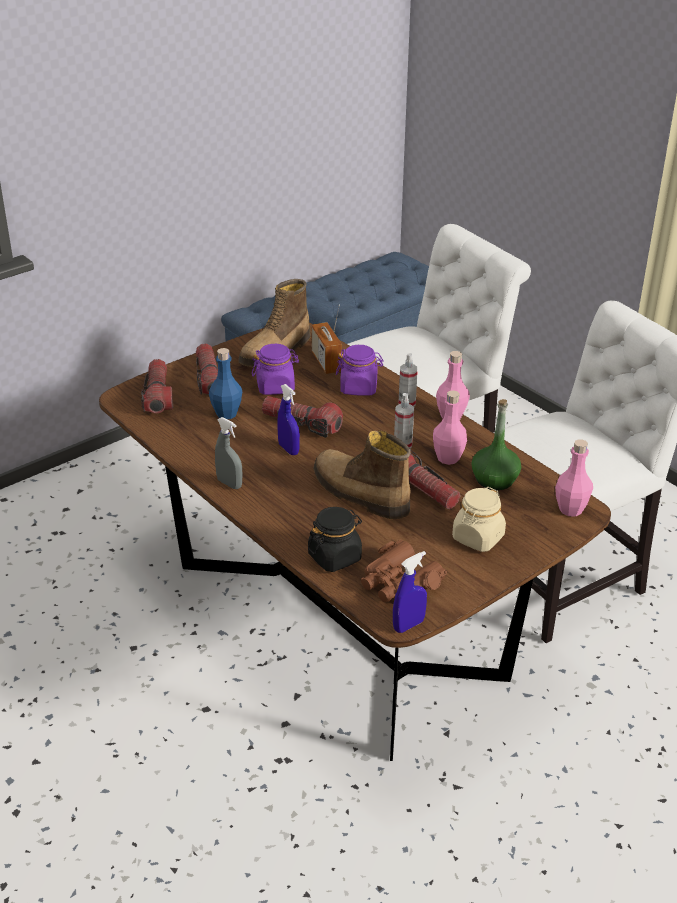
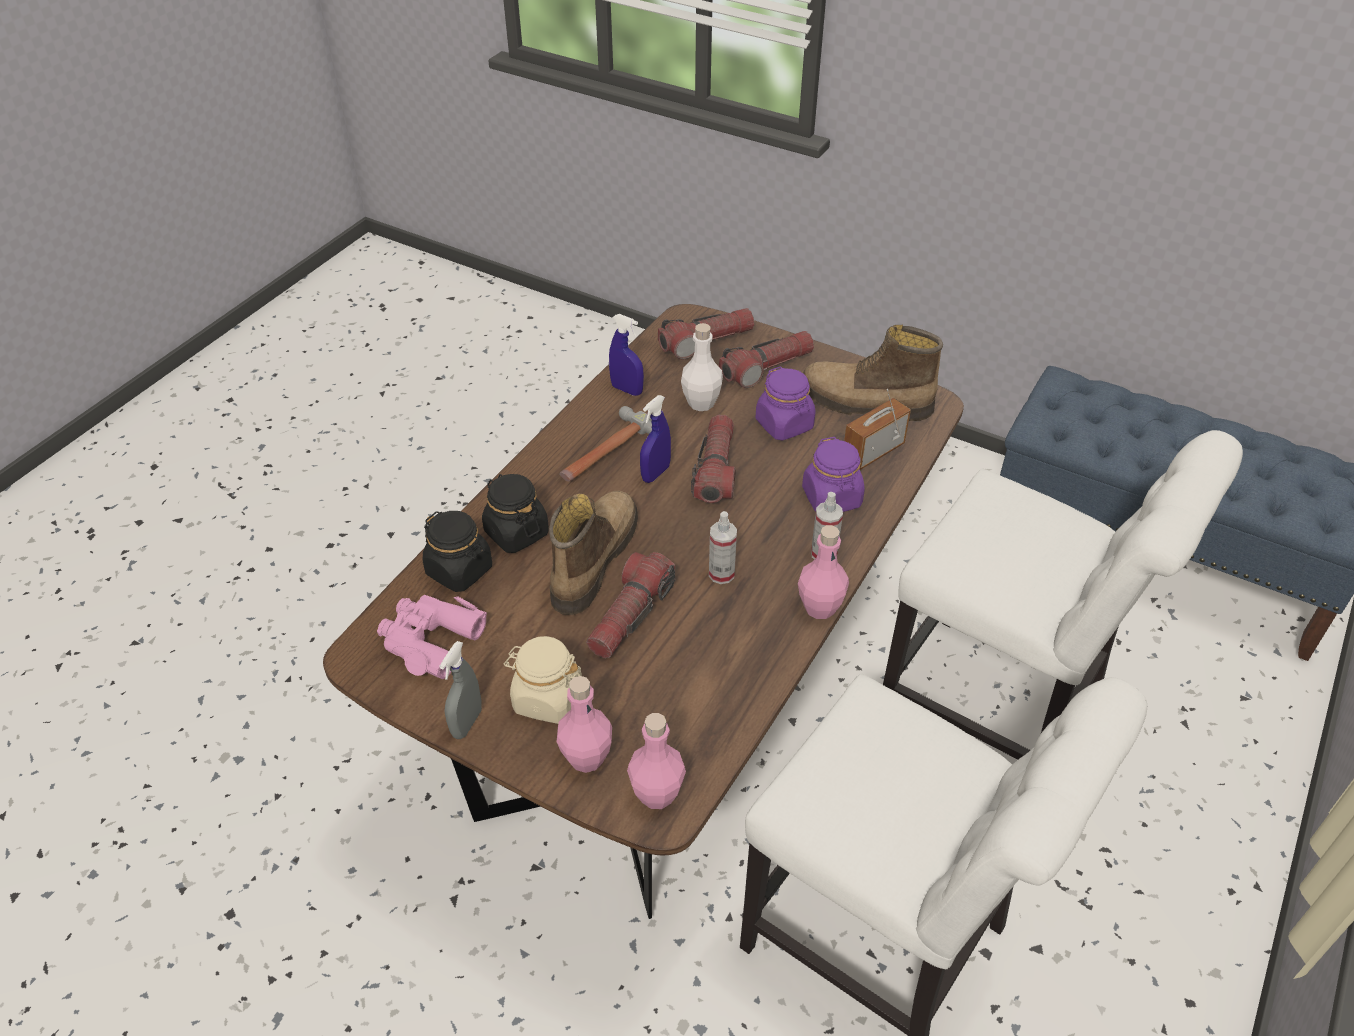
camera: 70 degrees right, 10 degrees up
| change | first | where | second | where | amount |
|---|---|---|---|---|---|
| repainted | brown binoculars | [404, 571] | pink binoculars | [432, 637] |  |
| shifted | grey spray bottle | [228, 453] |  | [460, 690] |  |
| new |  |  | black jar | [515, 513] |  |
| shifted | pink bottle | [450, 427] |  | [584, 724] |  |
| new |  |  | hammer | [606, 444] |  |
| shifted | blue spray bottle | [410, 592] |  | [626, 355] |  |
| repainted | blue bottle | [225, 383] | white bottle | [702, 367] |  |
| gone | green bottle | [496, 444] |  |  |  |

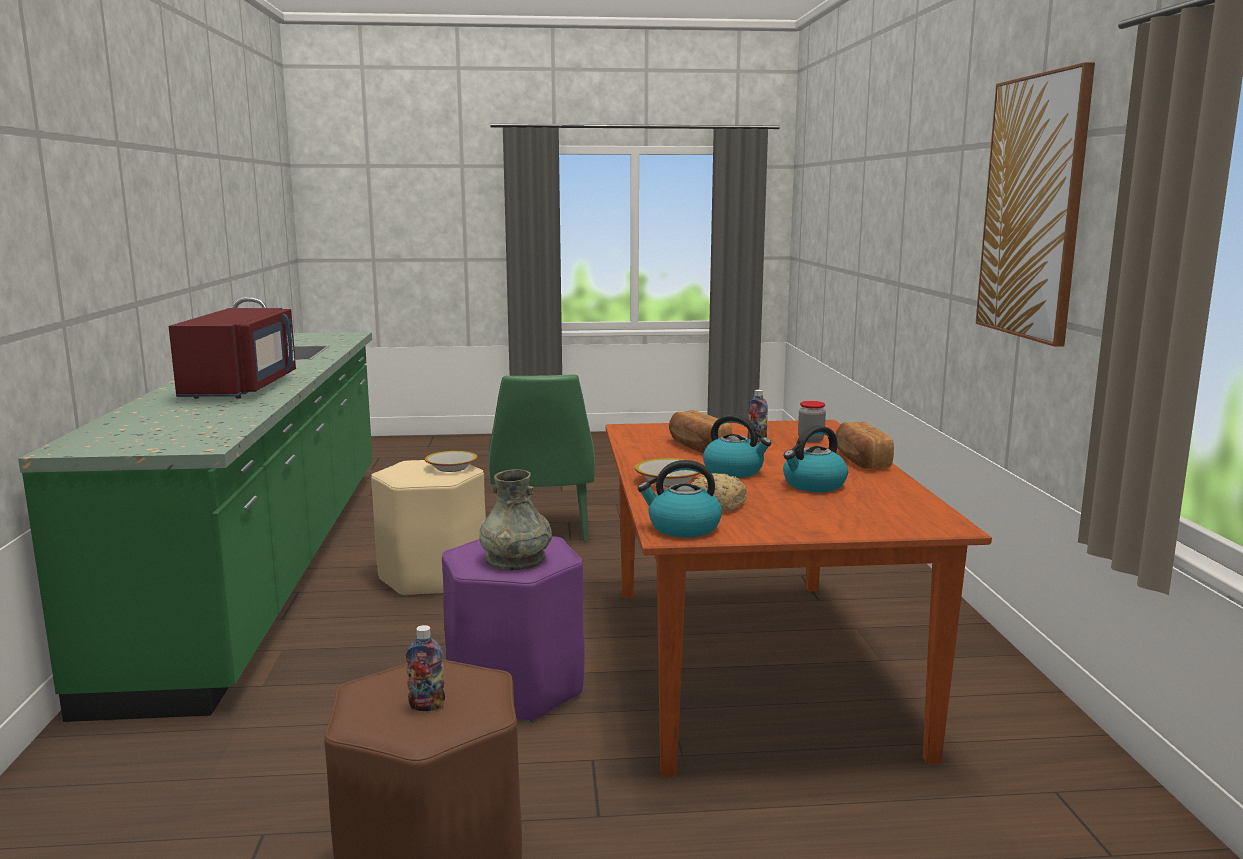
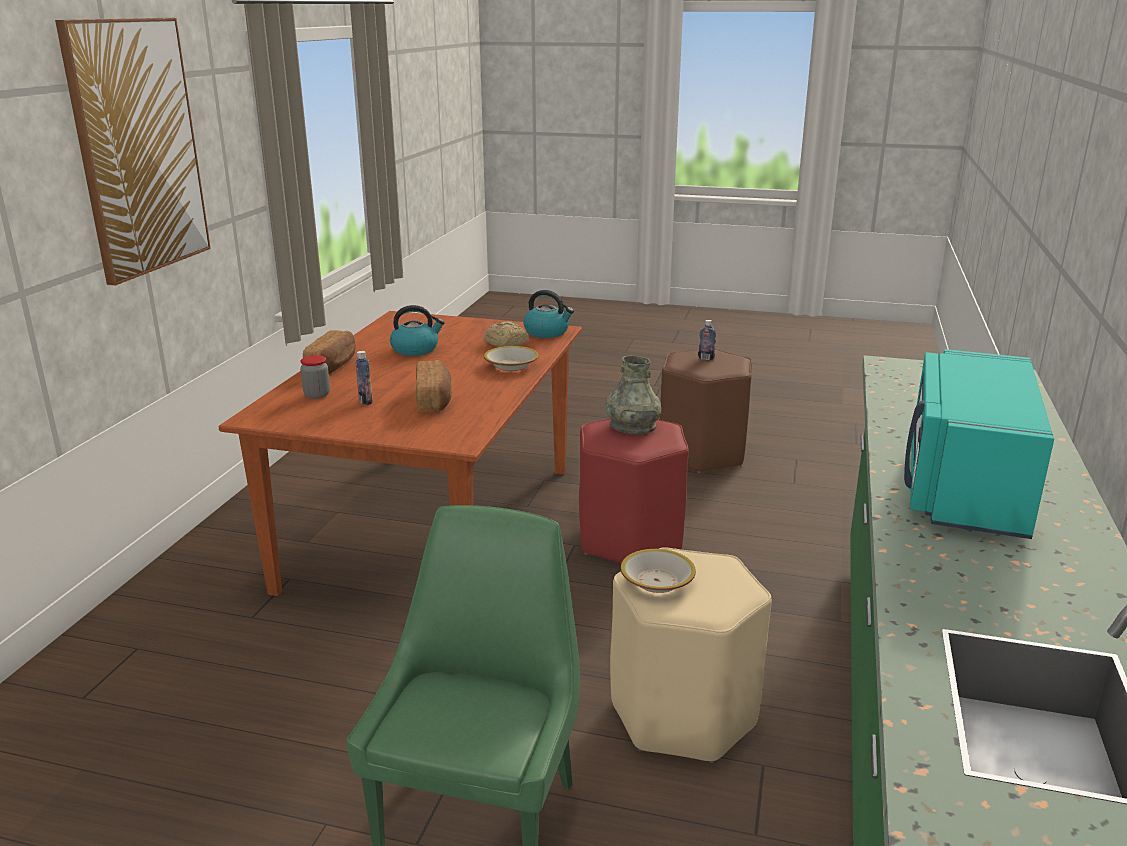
camera: 160 degrees left, 10 degrees up
| change | first | where | second | where | amount |
|---|---|---|---|---|---|
| repainted | purple stool | [513, 629] | red stool | [634, 490] |  |
| repainted | red microwave | [232, 353] | turquoise microwave | [979, 444] |  |
| gone | kettle | [737, 446] |  |  |  |

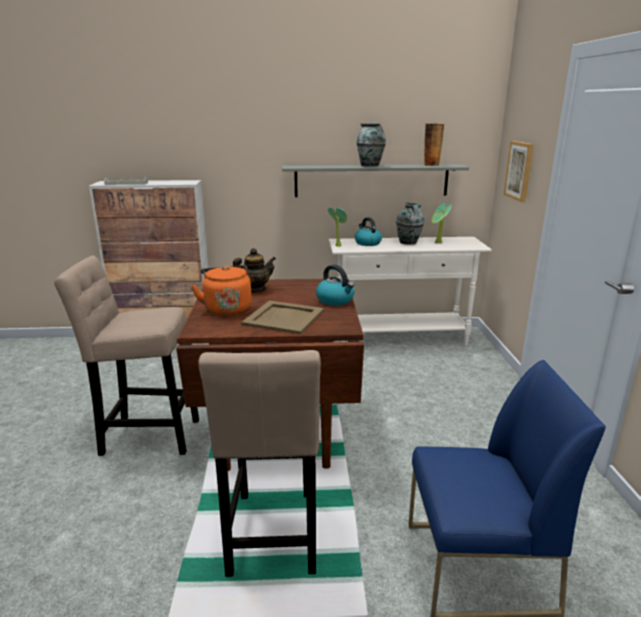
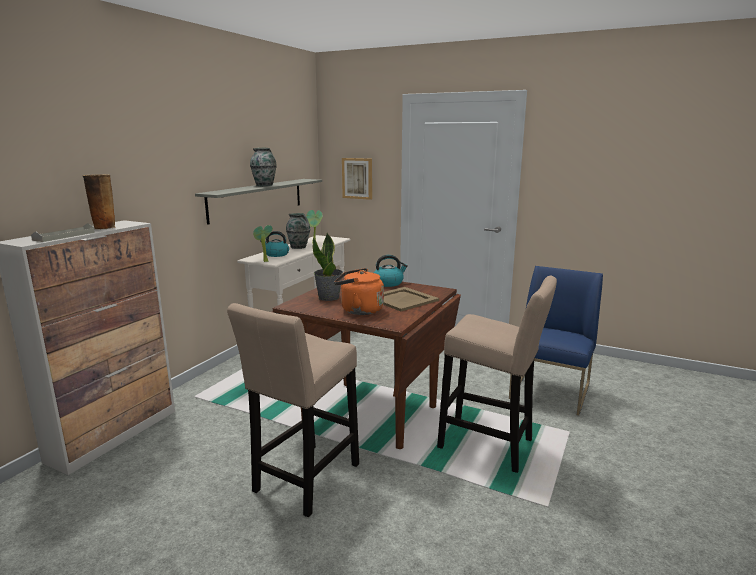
camera: 60 degrees left, 5 degrees down
| change | first | where | second | where | amount |
|---|---|---|---|---|---|
| shifted | vase | [434, 145] |  | [99, 201] |  |
| swapped | teapot | [254, 270] | potted plant | [328, 266] |  |

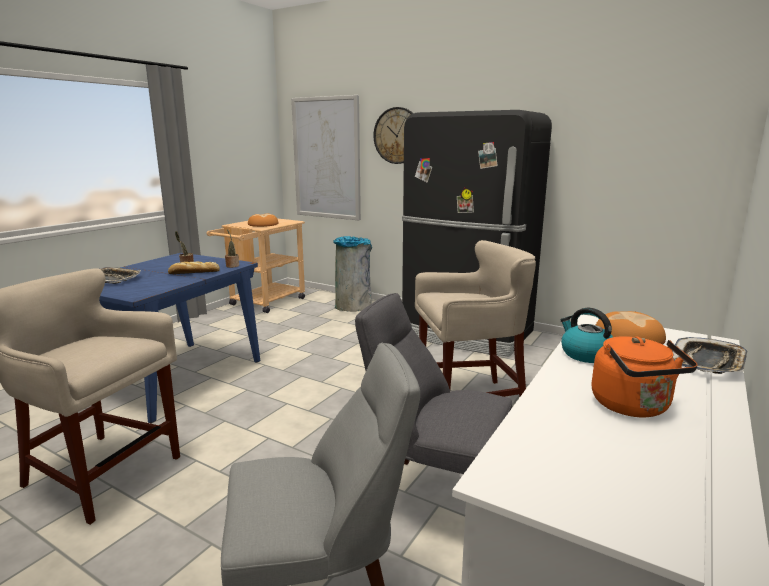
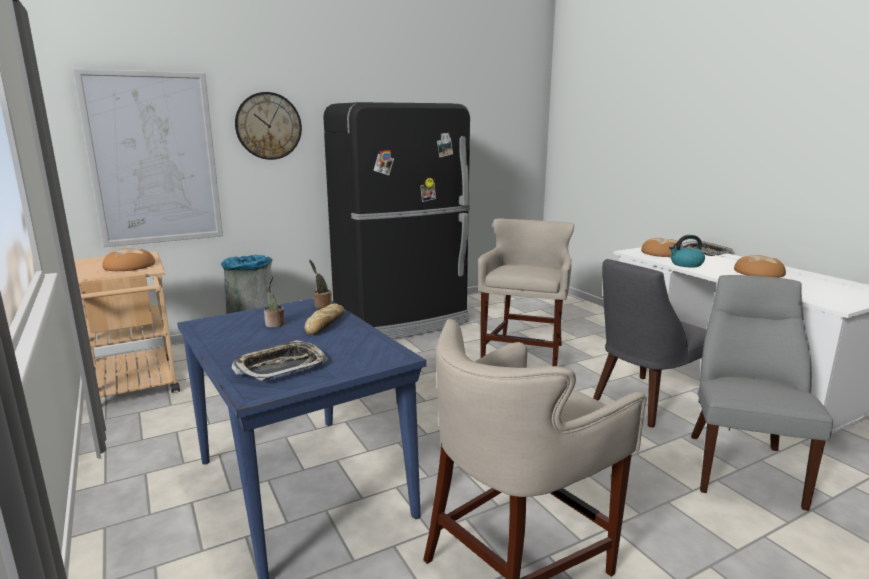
camera: 60 degrees left, 0 degrees up
| change | first | where | second | where | amount |
|---|---|---|---|---|---|
| swapped | orange kettle | [644, 376] | bread | [760, 266] |  |

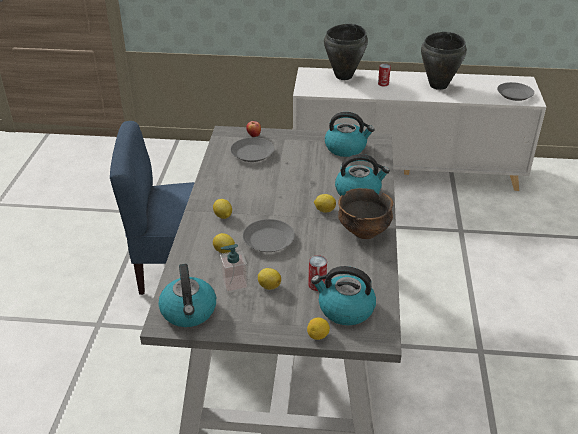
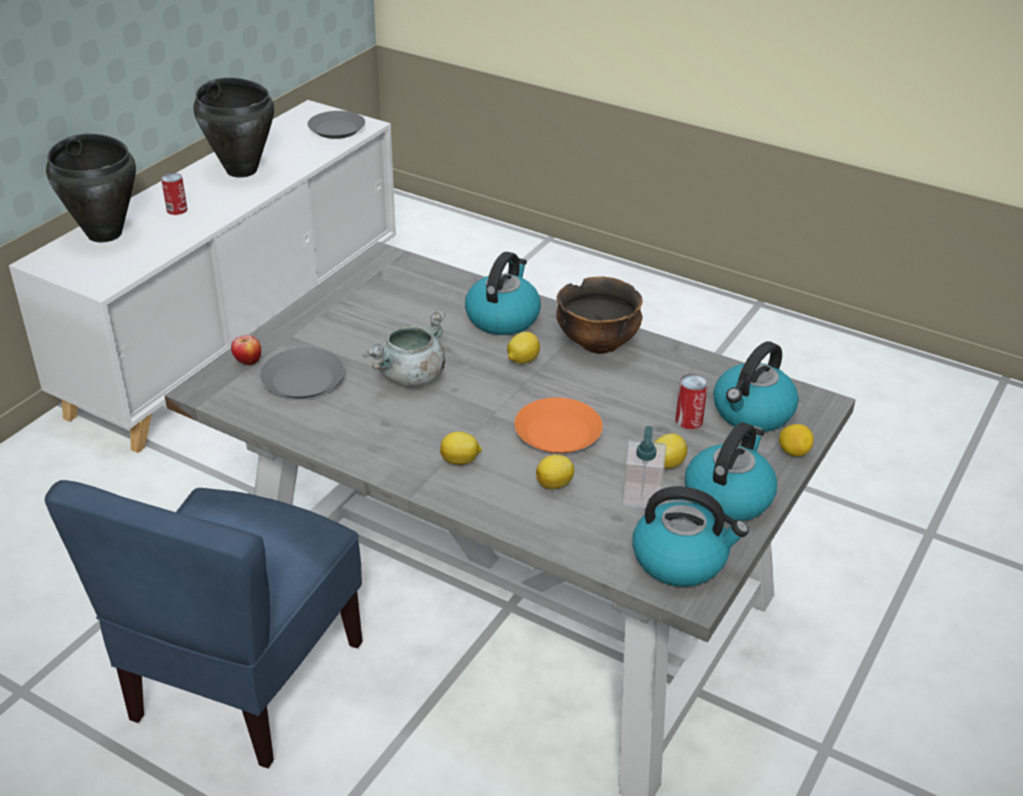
camera: 65 degrees left, 0 degrees up
| change | first | where | second | where | amount |
|---|---|---|---|---|---|
| new |  |  | grey cooking pot | [406, 348] |  |
| repainted | grey plate | [269, 235] | orange plate | [558, 425] |  |
| shifted | kettle | [349, 134] |  | [731, 471] |  |

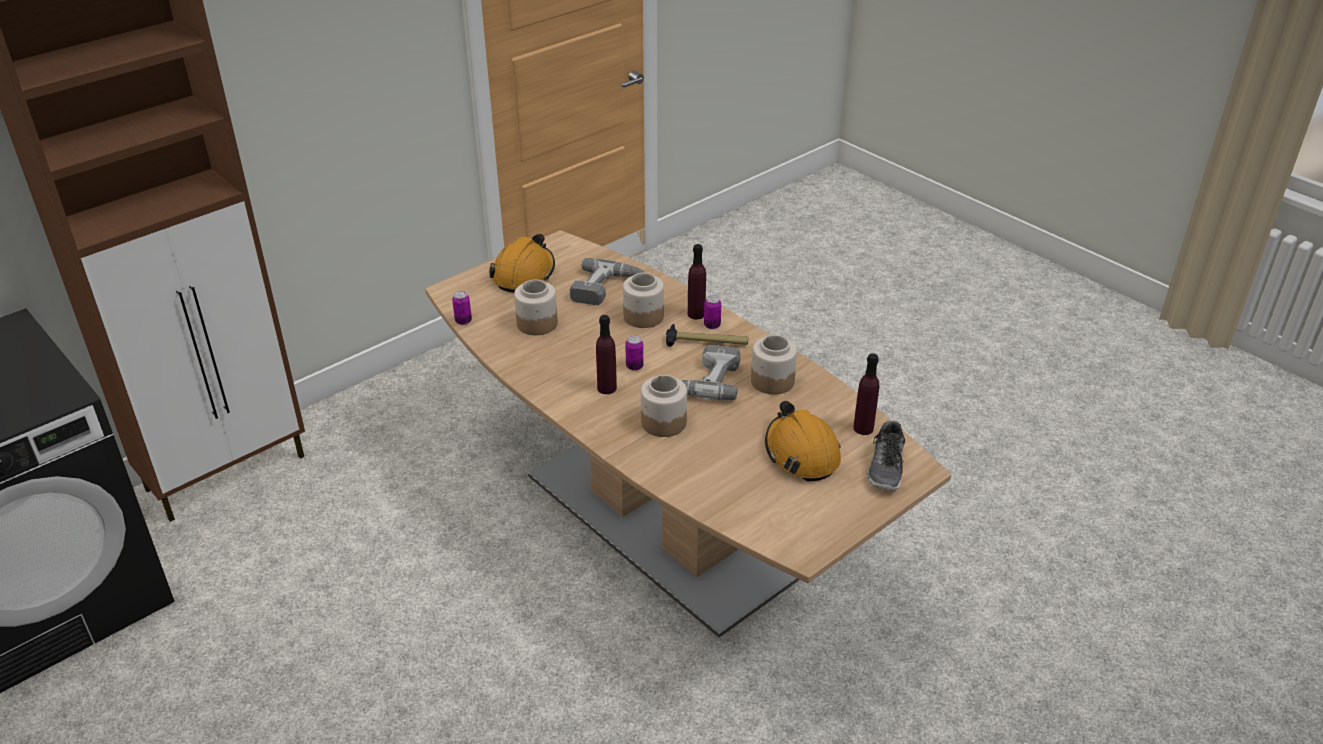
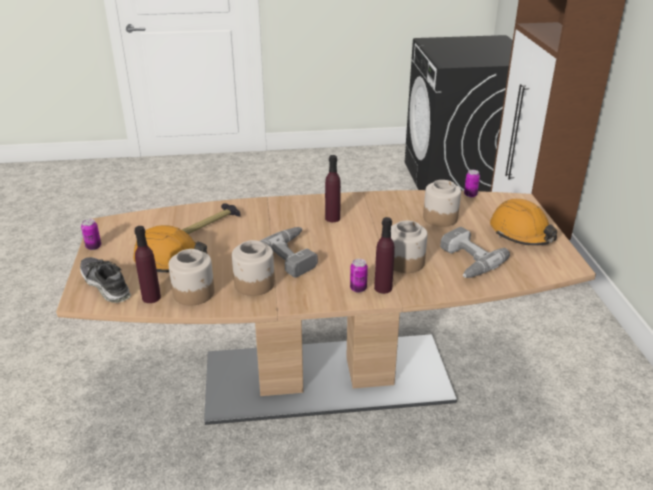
camera: 125 degrees right, 5 degrees down
| change | first | where | second | where | amount |
|---|---|---|---|---|---|
| shifted | can | [634, 353] |  | [91, 234] |  |
| shifted | jar | [664, 406] |  | [192, 277] |  |
| shifted | hammer | [707, 335] |  | [211, 218] |  |

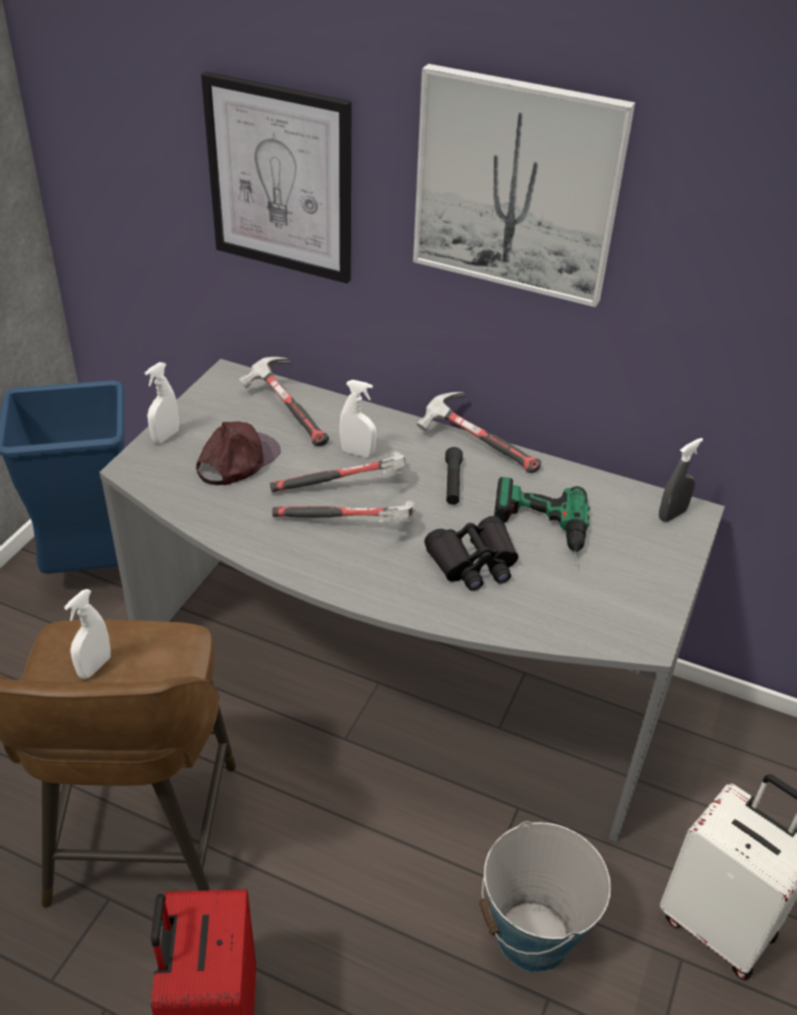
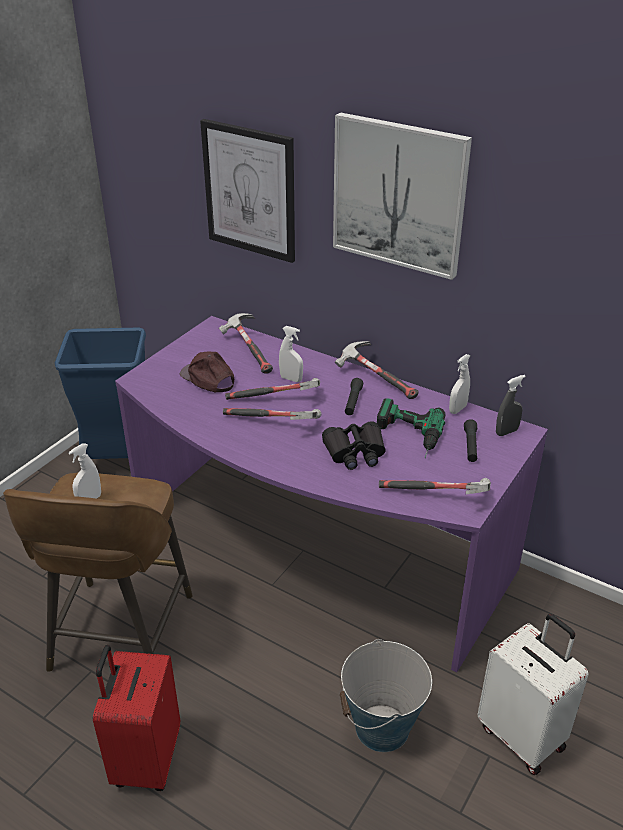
camera: 10 degrees right, 5 degrees down
| change | first | where | second | where | amount |
|---|---|---|---|---|---|
| repainted | grey desk | [412, 600] | purple desk | [331, 494] |  |
| rotated | brown cap | [238, 453] |  | [207, 372] | 90 degrees counterclockwise |
| new |  |  | hammer | [435, 486] |  |
| shifted | white spray bottle | [162, 403] |  | [459, 384] |  |
| new |  |  | black flashlight | [470, 440] |  |

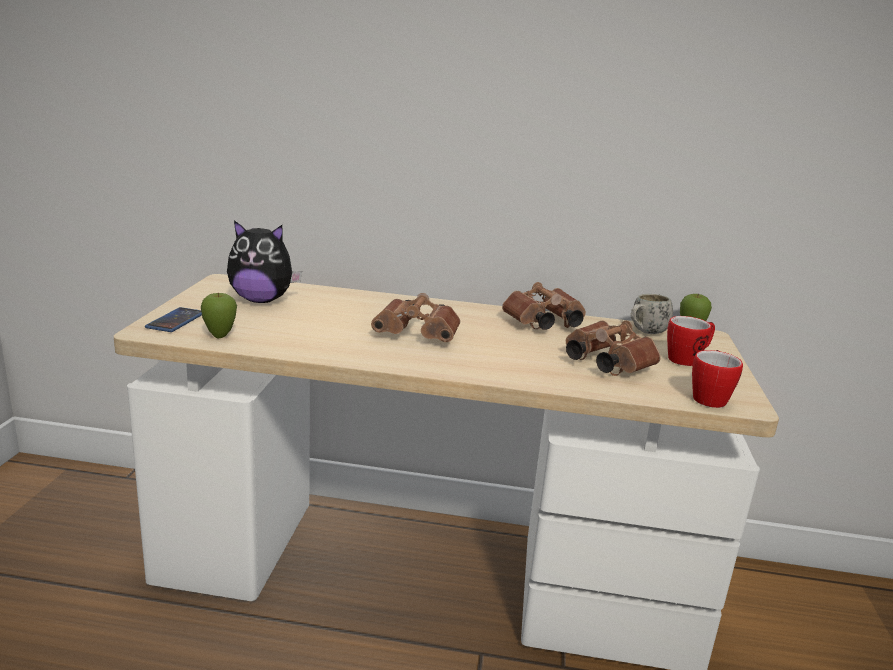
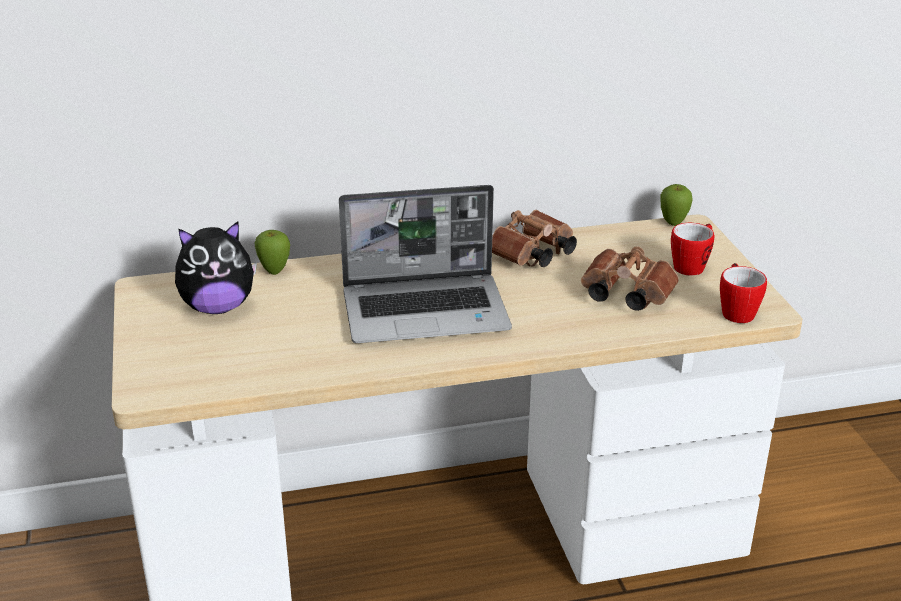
camera: 20 degrees left, 10 degrees up
| change | first | where | second | where | amount |
|---|---|---|---|---|---|
| shifted | apple | [219, 315] |  | [272, 252] |  |
| swapped | brown binoculars | [415, 317] | laptop | [425, 264] |  |
| gone | phone | [173, 319] |  |  |  |
| gone | white mug | [652, 314] |  |  |  |

